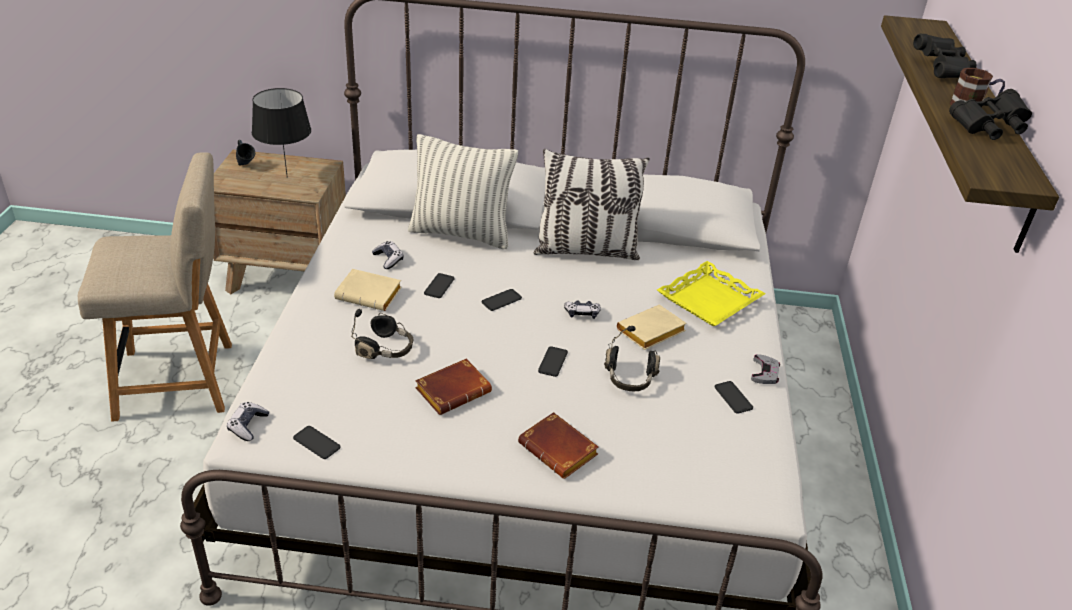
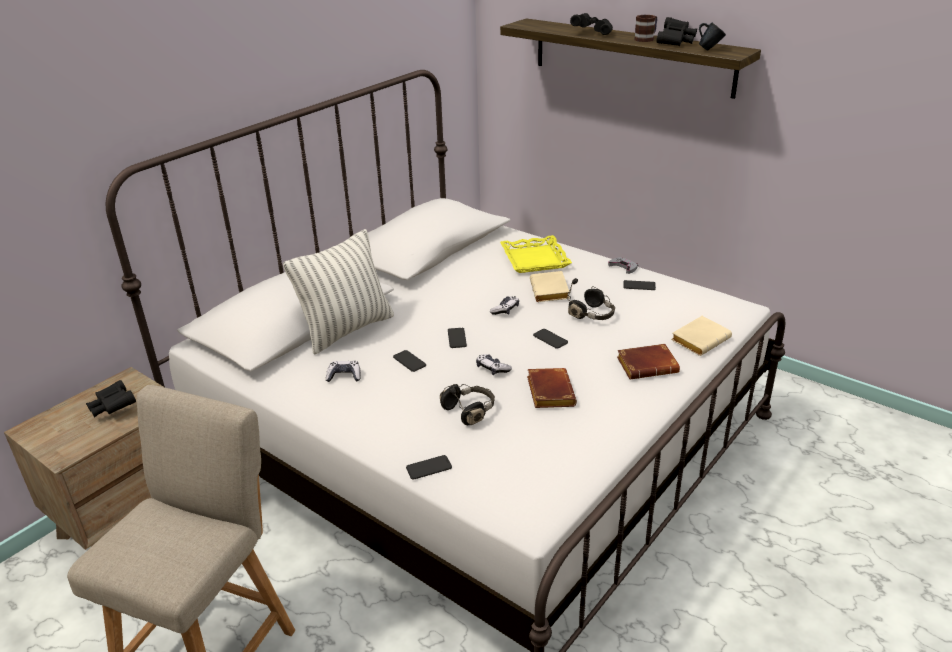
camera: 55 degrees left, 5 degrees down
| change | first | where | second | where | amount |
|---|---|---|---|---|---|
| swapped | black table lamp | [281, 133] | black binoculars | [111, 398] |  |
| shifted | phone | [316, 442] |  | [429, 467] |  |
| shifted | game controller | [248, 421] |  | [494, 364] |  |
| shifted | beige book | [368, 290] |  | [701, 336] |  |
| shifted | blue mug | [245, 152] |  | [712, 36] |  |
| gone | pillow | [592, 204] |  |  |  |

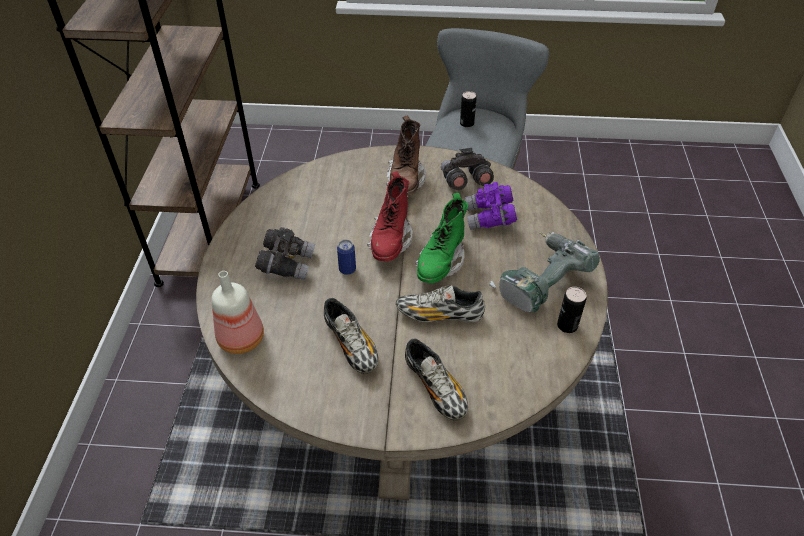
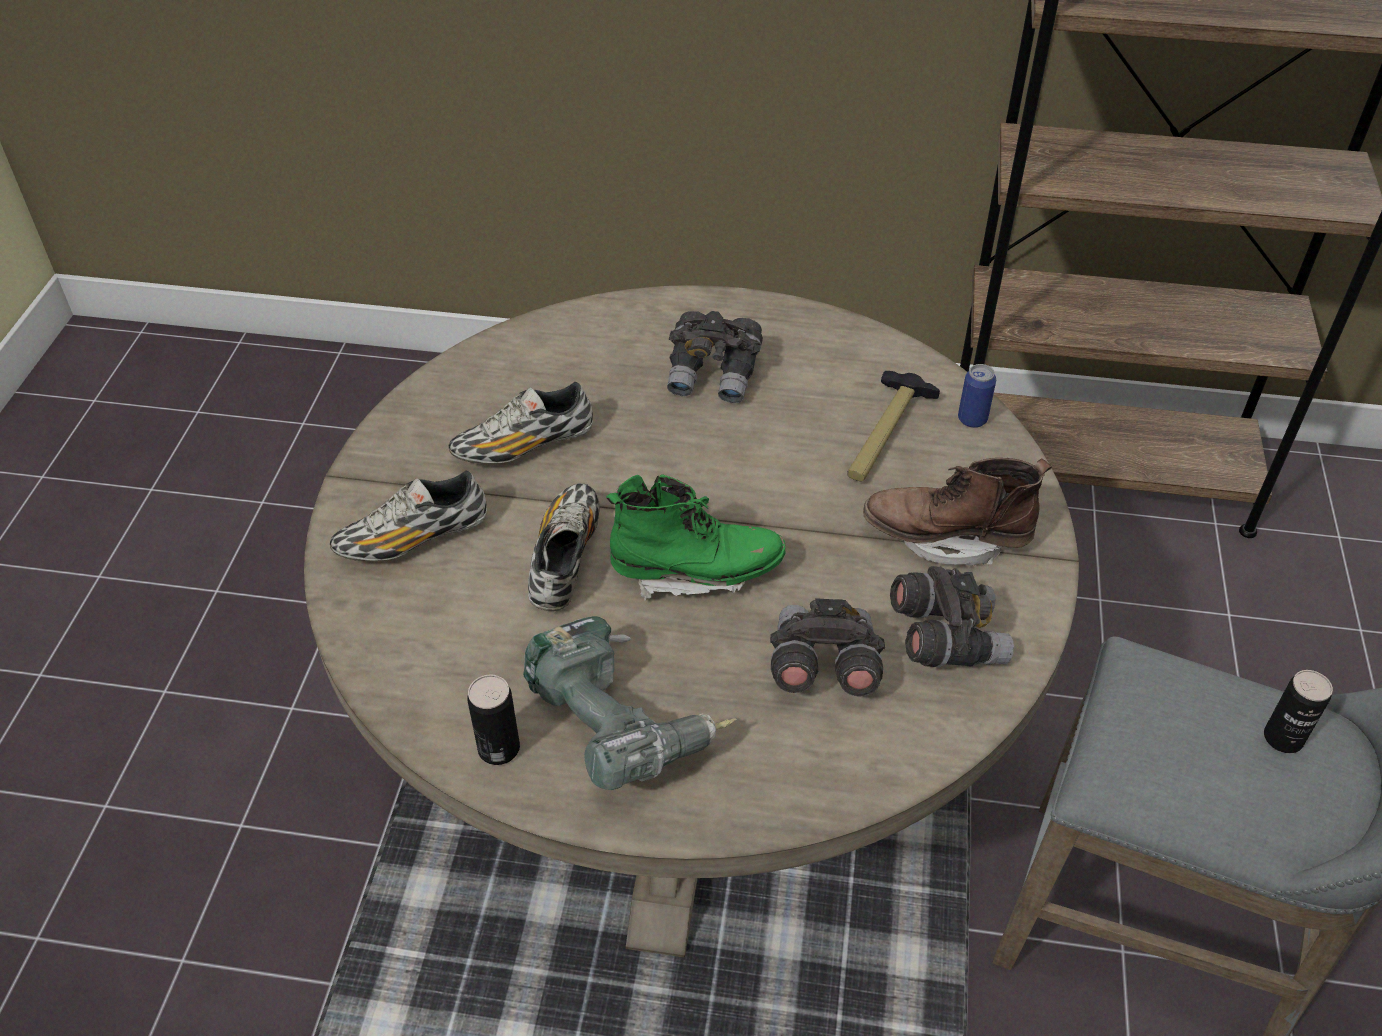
camera: 95 degrees right, 0 degrees up
| change | first | where | second | where | amount |
|---|---|---|---|---|---|
| rotated | green boot | [441, 238] |  | [695, 537] | 150 degrees clockwise |
| repainted | purple binoculars | [491, 206] | grey binoculars | [827, 647] |  |
| new |  |  | hammer | [893, 426] |  |
| shifted | can | [346, 257] |  | [977, 396] |  |
| gone | bottle | [237, 312] |  |  |  |
| gone | red boot | [390, 216] |  |  |  |

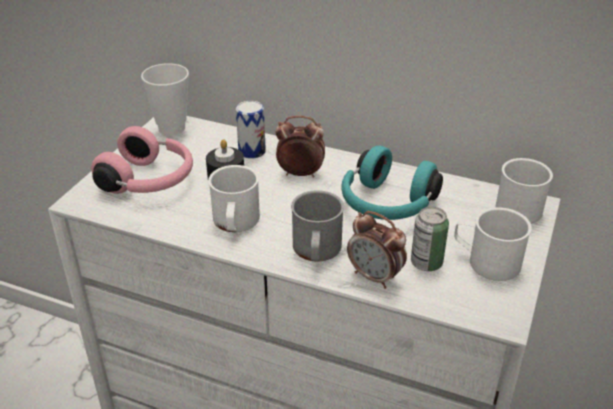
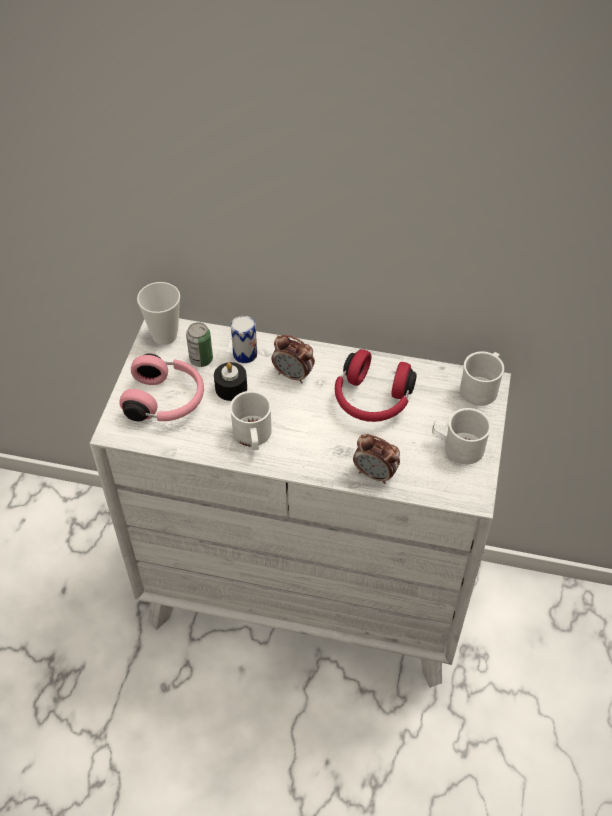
camera: 10 degrees left, 15 degrees up
| change | first | where | second | where | amount |
|---|---|---|---|---|---|
| shifted | can | [430, 239] |  | [199, 344] |  |
| rotated | alarm clock | [300, 146] |  | [293, 359] | 150 degrees counterclockwise |
| repainted | turquoise headphones | [392, 182] | red headphones | [376, 385] |  |
| gone | grey mug | [317, 226] |  |  |  |

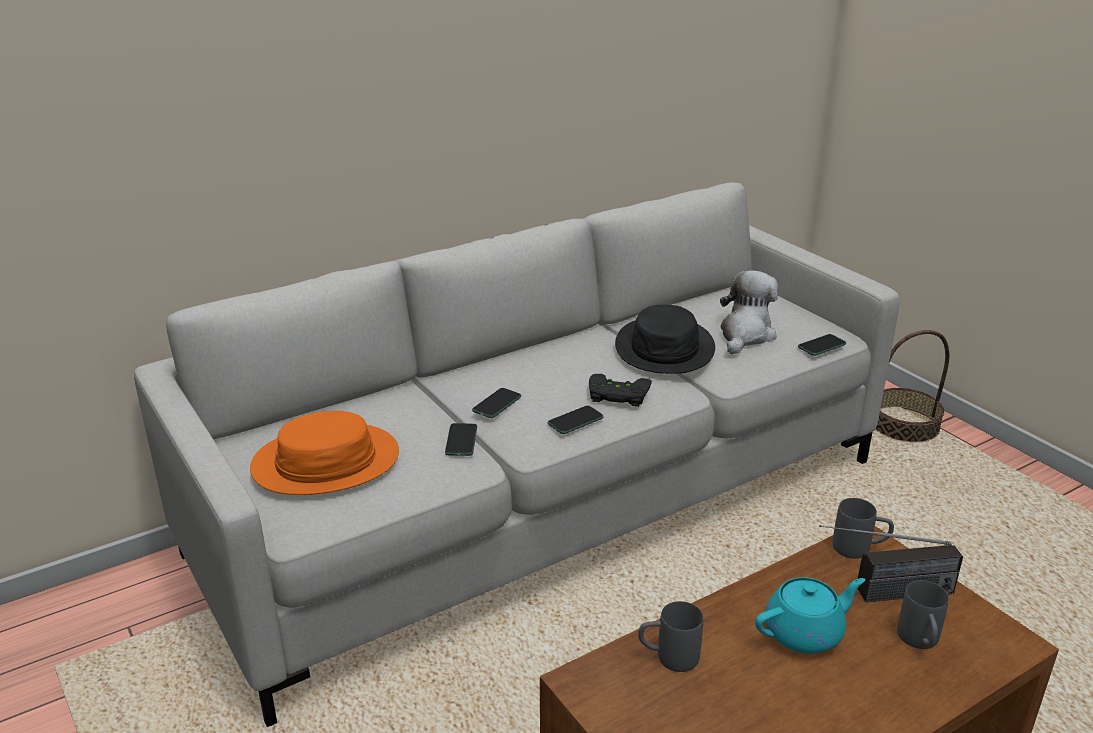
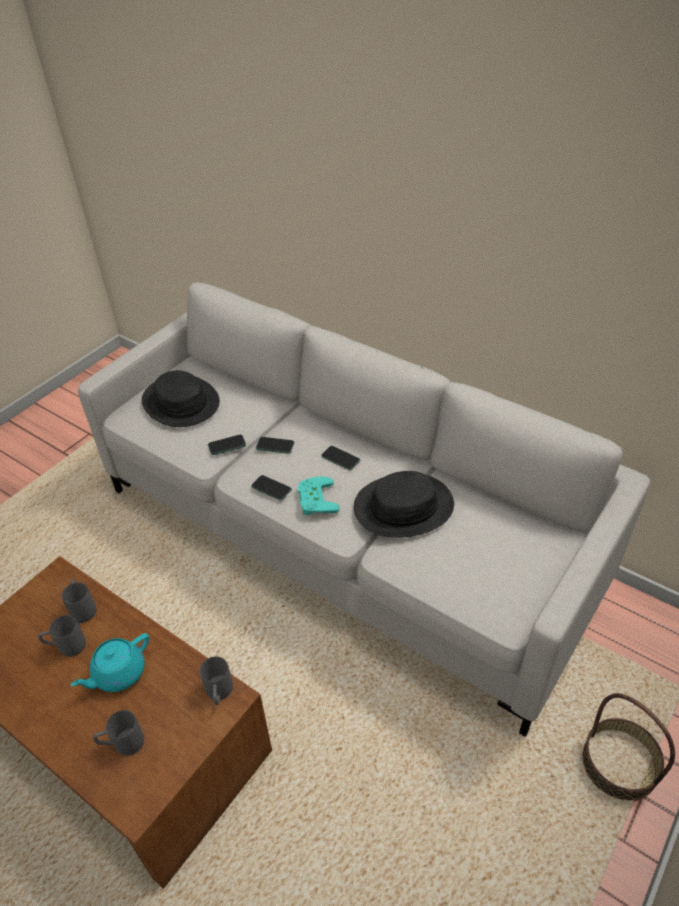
camera: 70 degrees right, 15 degrees up
| change | first | where | second | where | amount |
|---|---|---|---|---|---|
| new |  |  | grey mug | [62, 636] |  |
| rotated | turquoise teapot | [810, 615] |  | [110, 662] | 90 degrees clockwise |
| repainted | orange hat | [324, 453] | black hat | [181, 398] |  |
| repainted | black game controller | [620, 390] | turquoise game controller | [318, 496] |  |
| shifted | phone | [822, 345] |  | [340, 458] |  |
| gone | plush toy | [749, 312] |  |  |  |
| gone | radio | [891, 563] |  |  |  |

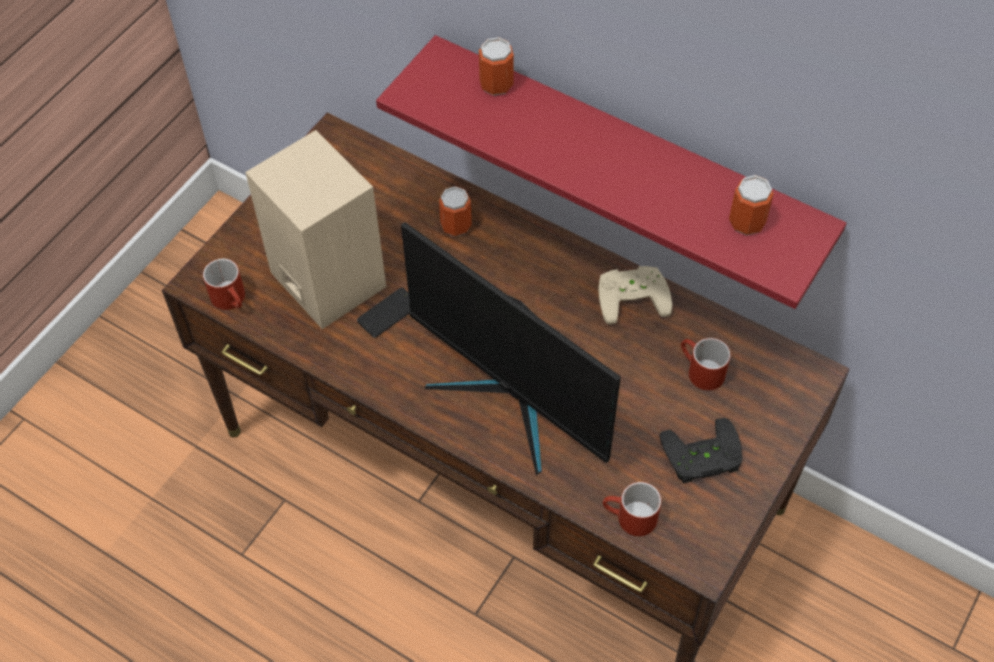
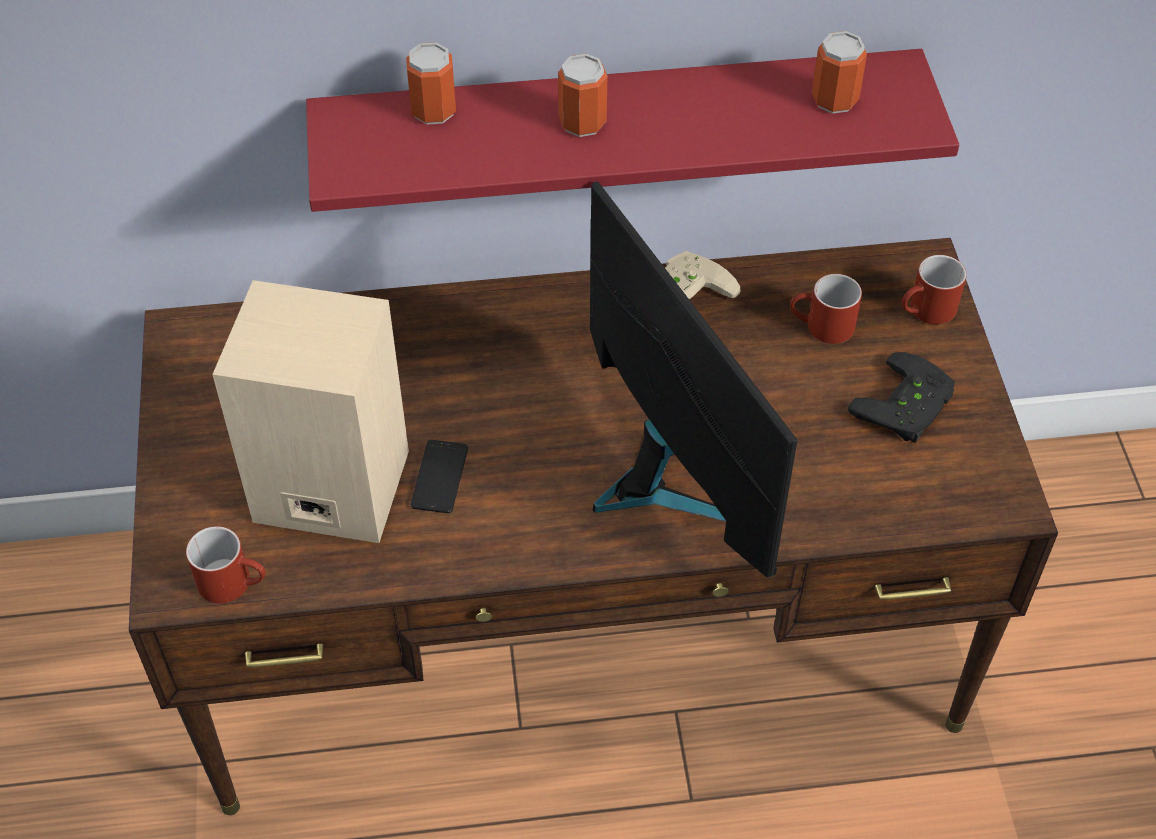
camera: 40 degrees left, 5 degrees down
| change | first | where | second | where | amount |
|---|---|---|---|---|---|
| shifted | can | [455, 211] |  | [582, 95] |  |
| rotated | monitor | [511, 348] |  | [693, 379] | 120 degrees counterclockwise |
| shifted | red mug | [632, 509] |  | [934, 290] |  |

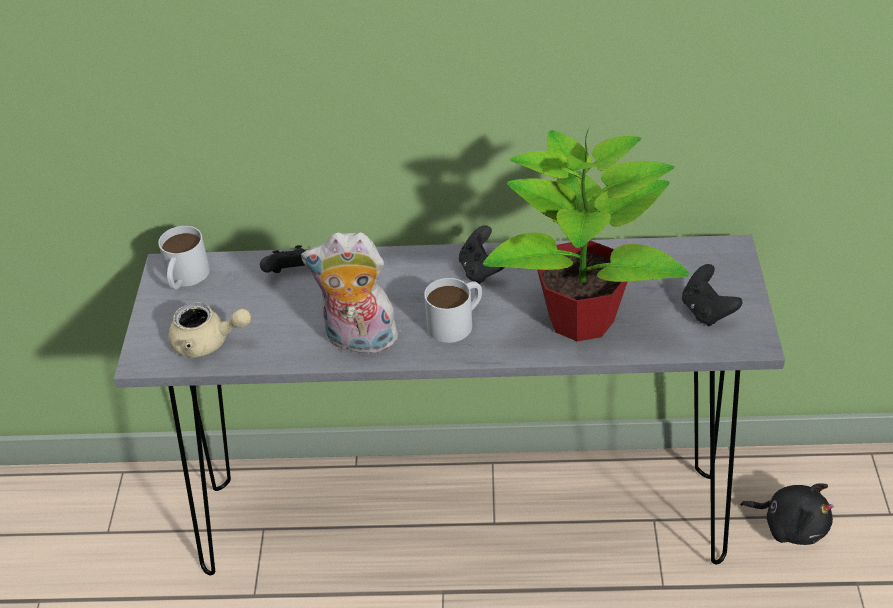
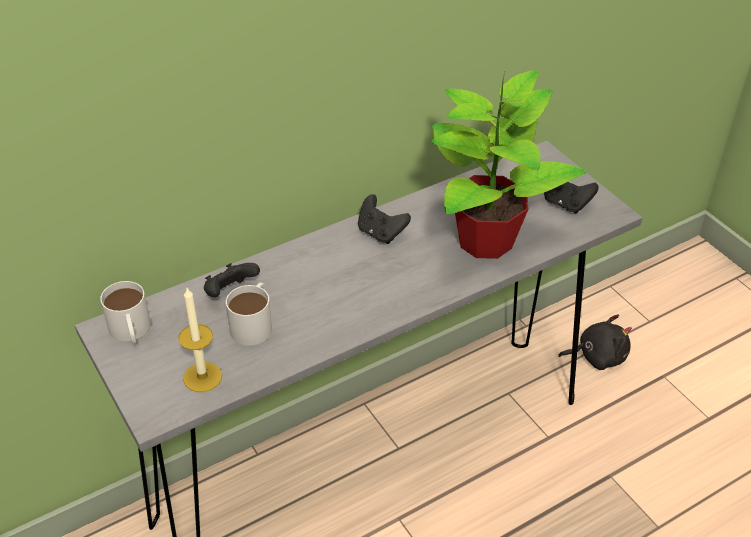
camera: 35 degrees left, 0 degrees up
| change | first | where | second | where | amount |
|---|---|---|---|---|---|
| swapped | beige teapot | [209, 330] | candle | [200, 340] |  |
| shifted | white mug | [453, 310] |  | [249, 313] |  |
| gone | plush toy | [349, 295] |  |  |  |

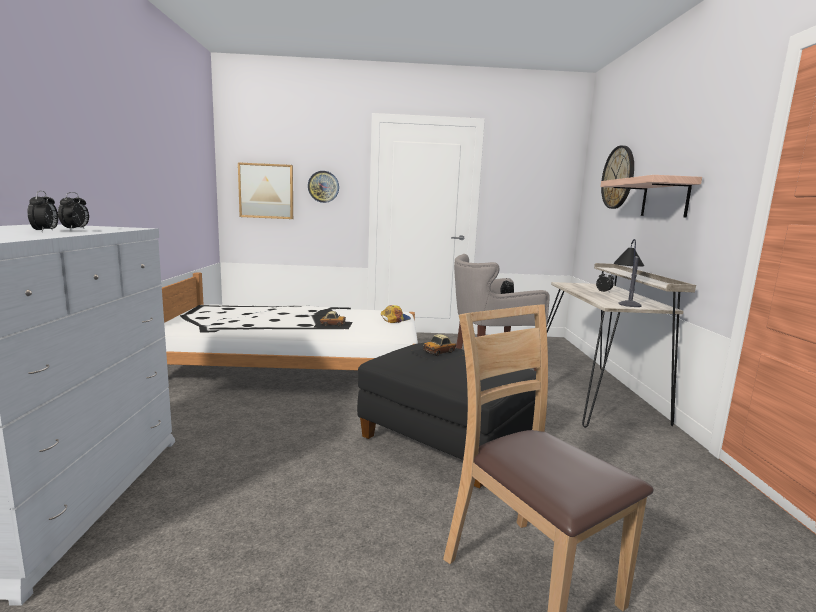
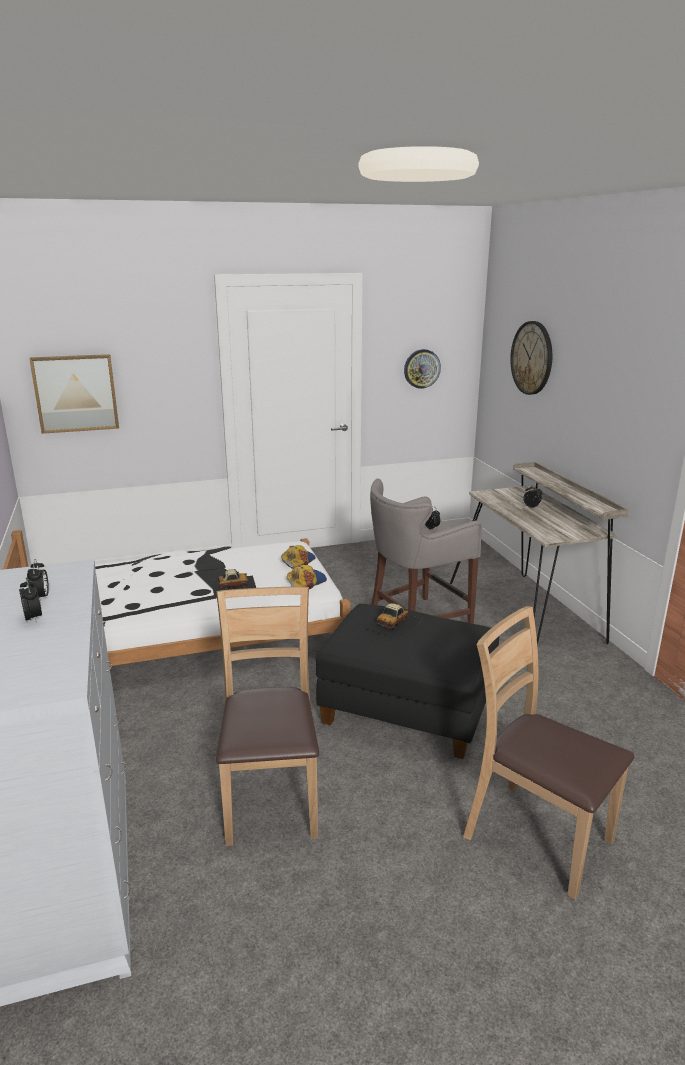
camera: 15 degrees left, 10 degrees up
| change | first | where | second | where | amount |
|---|---|---|---|---|---|
| new |  |  | brown chair | [267, 716] |  |
| new |  |  | cap | [307, 577] |  |
| shifted | wall clock | [323, 187] |  | [422, 369] |  |
| gone | shelf | [651, 196] |  |  |  |
| gone | table lamp | [629, 273] |  |  |  |

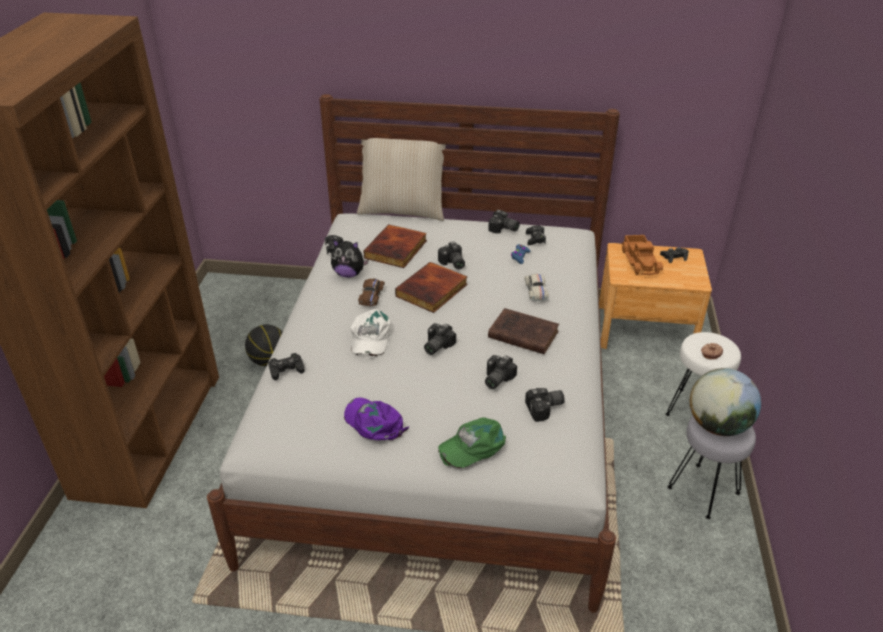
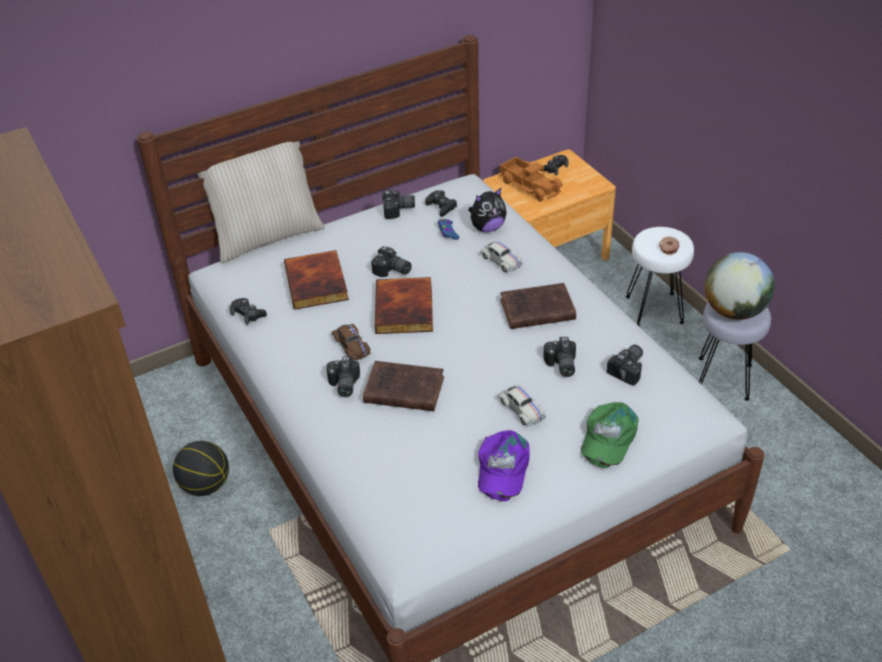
camera: 35 degrees left, 5 degrees up
| change | first | where | second | where | amount |
|---|---|---|---|---|---|
| shifted | photo camera | [440, 339] |  | [343, 376] |  |
| swapped | white cap | [371, 334] | brown book | [403, 386] |  |
| shifted | plush toy | [350, 259] |  | [487, 210] |  |
| rotated | purple cap | [376, 419] |  | [504, 465] | 90 degrees counterclockwise |
| new |  |  | white toy car | [522, 405] |  |
| gone | black game controller | [286, 366] |  |  |  |

